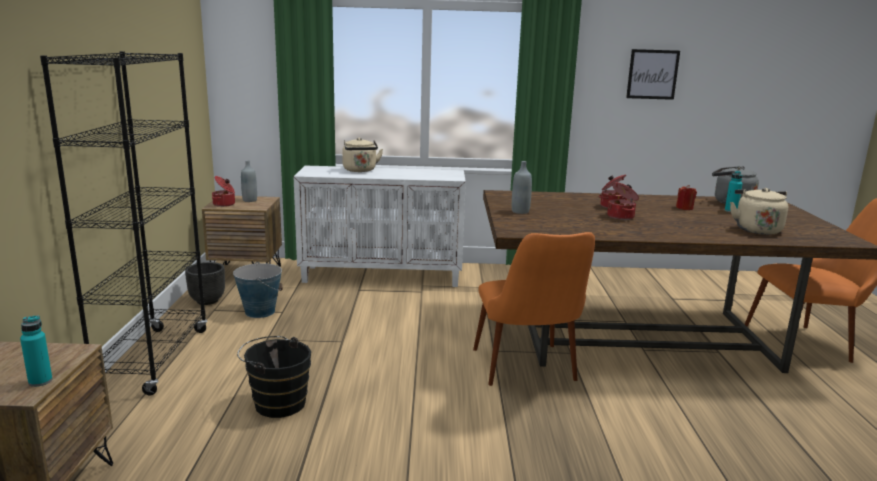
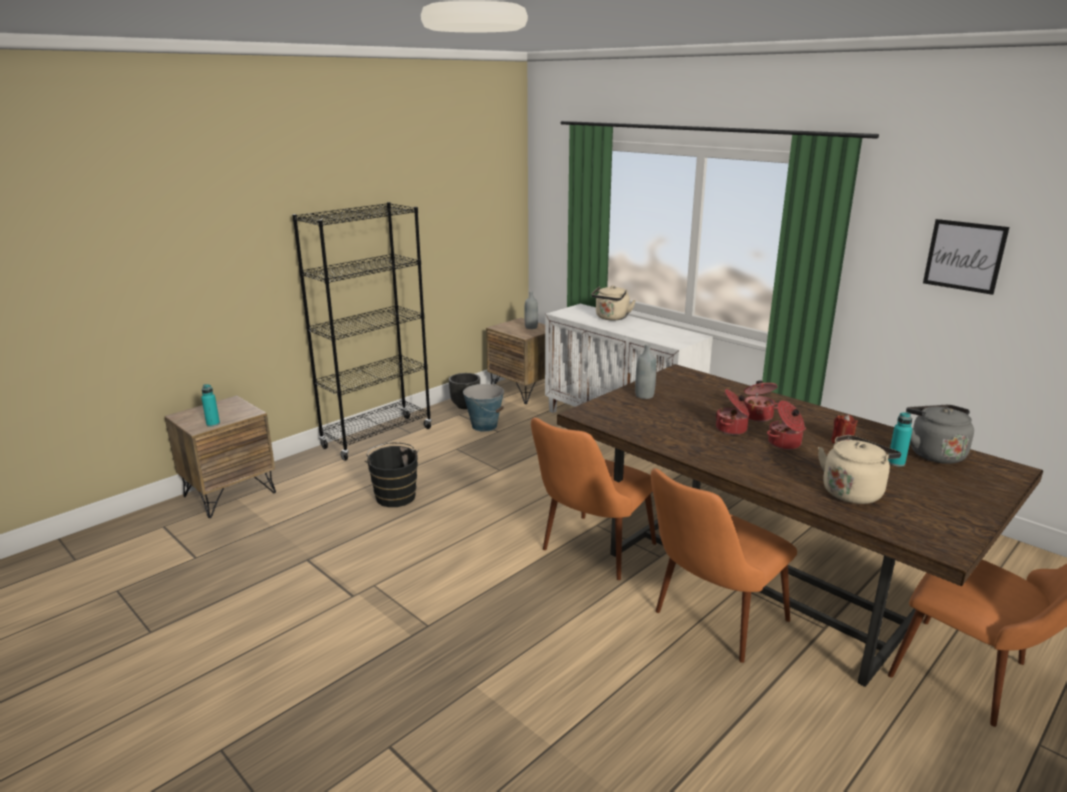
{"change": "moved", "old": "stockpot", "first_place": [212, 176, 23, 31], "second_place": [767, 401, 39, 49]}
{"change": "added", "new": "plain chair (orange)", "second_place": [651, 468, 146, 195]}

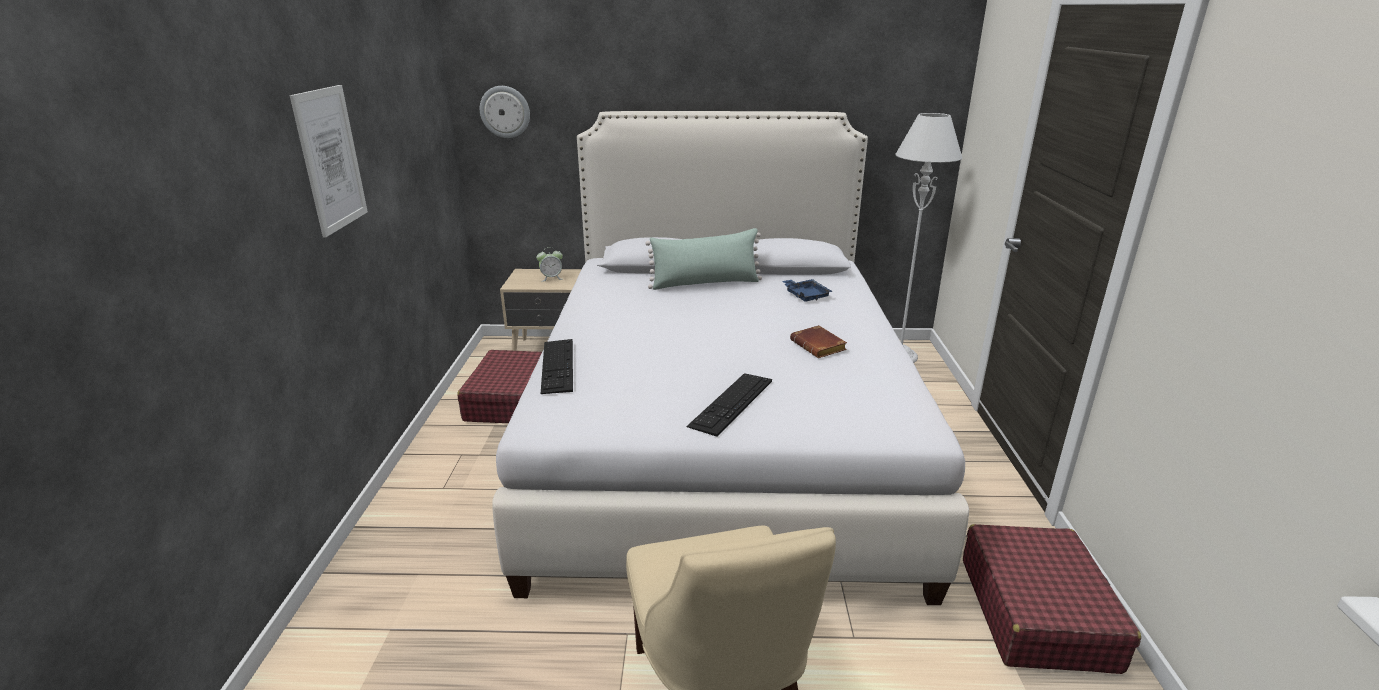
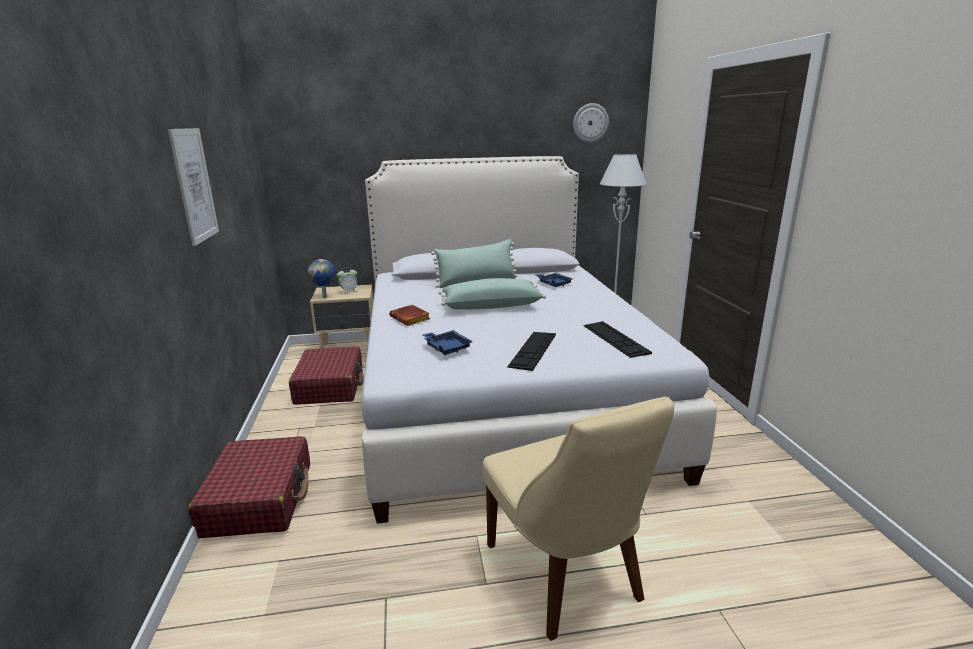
{"change": "moved", "old": "clock on the wall", "first_place": [480, 86, 50, 52], "second_place": [573, 103, 36, 40]}
{"change": "moved", "old": "volume (brownish)", "first_place": [790, 325, 57, 33], "second_place": [389, 305, 41, 21]}
{"change": "moved", "old": "PC keyboard", "first_place": [541, 339, 32, 55], "second_place": [583, 321, 69, 37]}
{"change": "moved", "old": "travel case (red-coloured)", "first_place": [963, 524, 178, 150], "second_place": [188, 436, 122, 102]}
{"change": "added", "new": "world globe", "second_place": [308, 259, 28, 39]}
{"change": "added", "new": "throw pillow (green)", "second_place": [439, 278, 107, 32]}
{"change": "added", "new": "carrying tray (blue)", "second_place": [423, 330, 50, 25]}

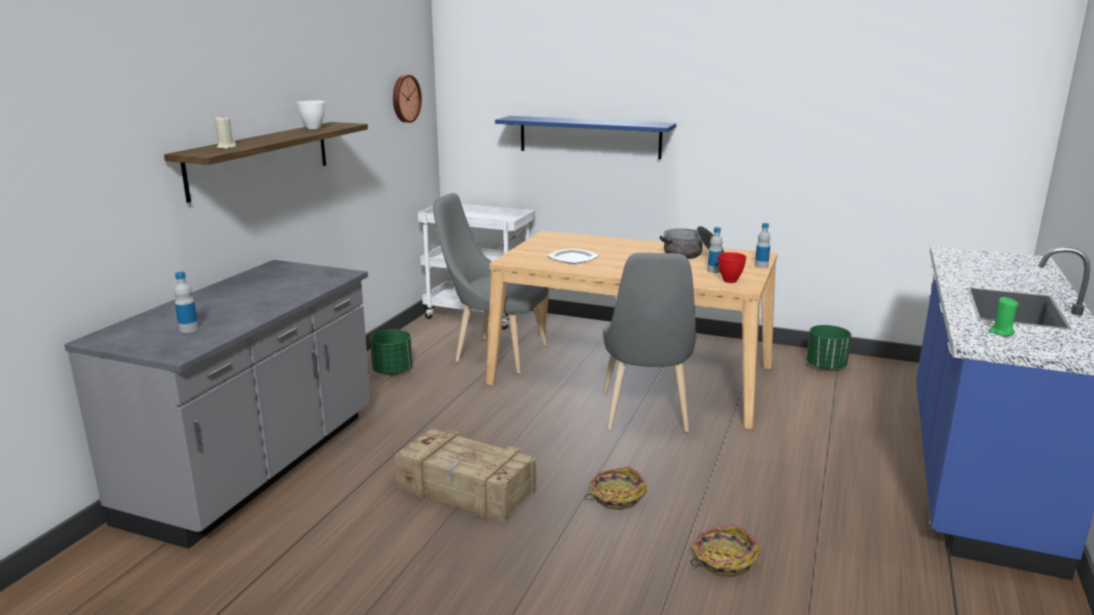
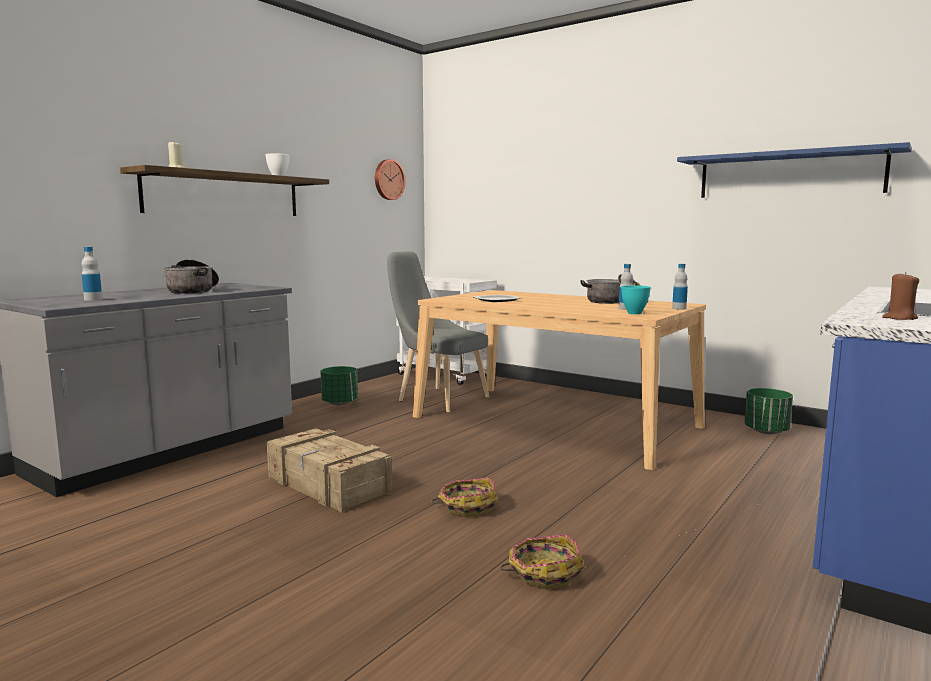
{"change": "moved", "old": "shelf (blue)", "first_place": [495, 116, 181, 43], "second_place": [677, 142, 235, 56]}
{"change": "recoloured", "old": "bowl (red-coloured)", "new": "bowl (turquoise-coloured)", "first_place": [718, 252, 28, 31], "second_place": [621, 285, 30, 29]}
{"change": "removed", "old": "plain chair (gray)", "first_place": [603, 253, 94, 179]}
{"change": "recoloured", "old": "wax light (green)", "new": "wax light (brownish)", "first_place": [989, 297, 30, 39], "second_place": [882, 272, 37, 48]}
{"change": "added", "new": "stockpot", "second_place": [164, 259, 55, 34]}

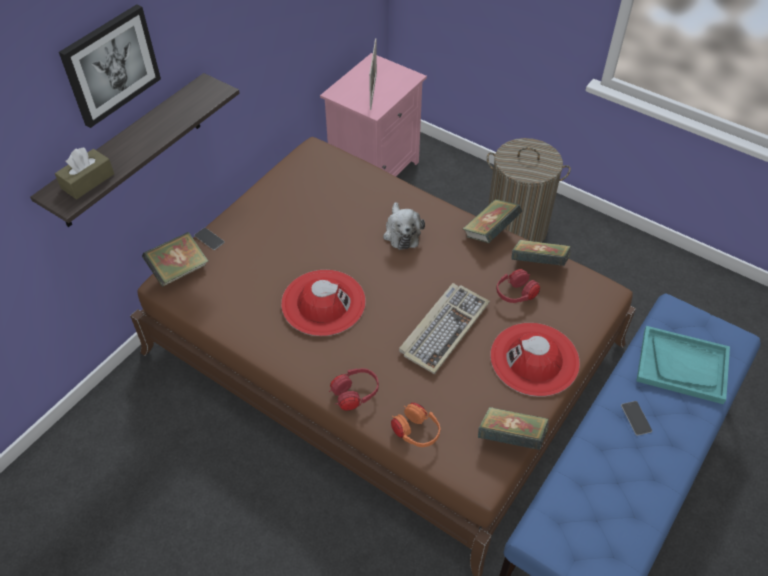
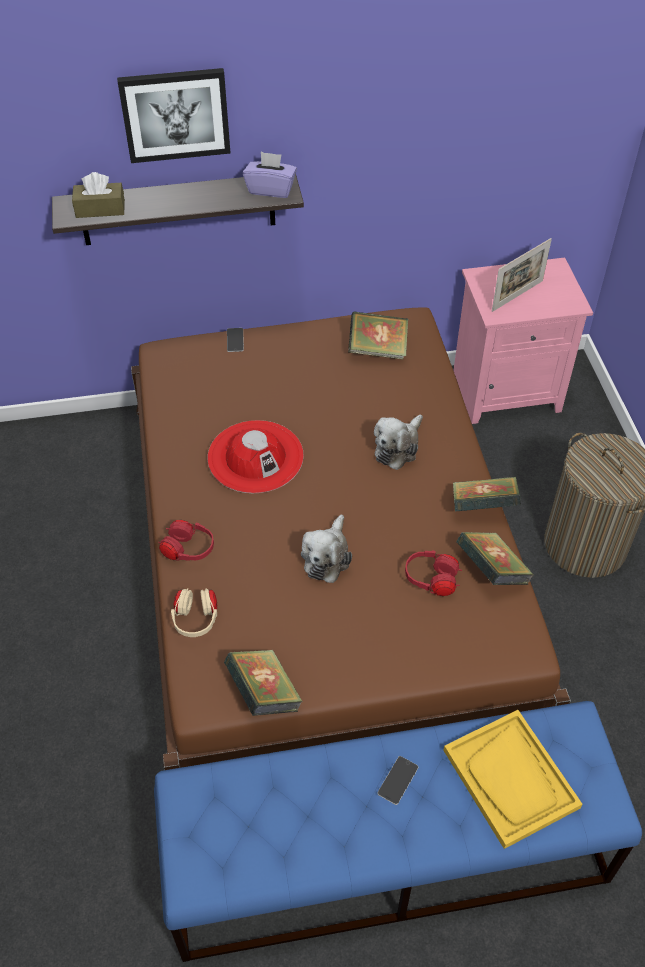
{"change": "moved", "old": "volume", "first_place": [142, 232, 66, 55], "second_place": [348, 311, 60, 49]}
{"change": "replaced", "old": "PC keyboard", "new": "plush toy", "first_place": [399, 283, 91, 91], "second_place": [301, 514, 51, 69]}
{"change": "removed", "old": "hat (red-coloured)", "first_place": [490, 323, 90, 74]}
{"change": "recoloured", "old": "carrying tray (turquoise-coloured)", "new": "carrying tray (yellowish)", "first_place": [636, 326, 94, 78], "second_place": [443, 710, 139, 139]}
{"change": "recoloured", "old": "headset (orange)", "new": "headset (beige-coloured)", "first_place": [391, 403, 50, 44], "second_place": [171, 588, 46, 49]}
{"change": "added", "new": "tissue box (purplish)", "second_place": [243, 152, 54, 46]}

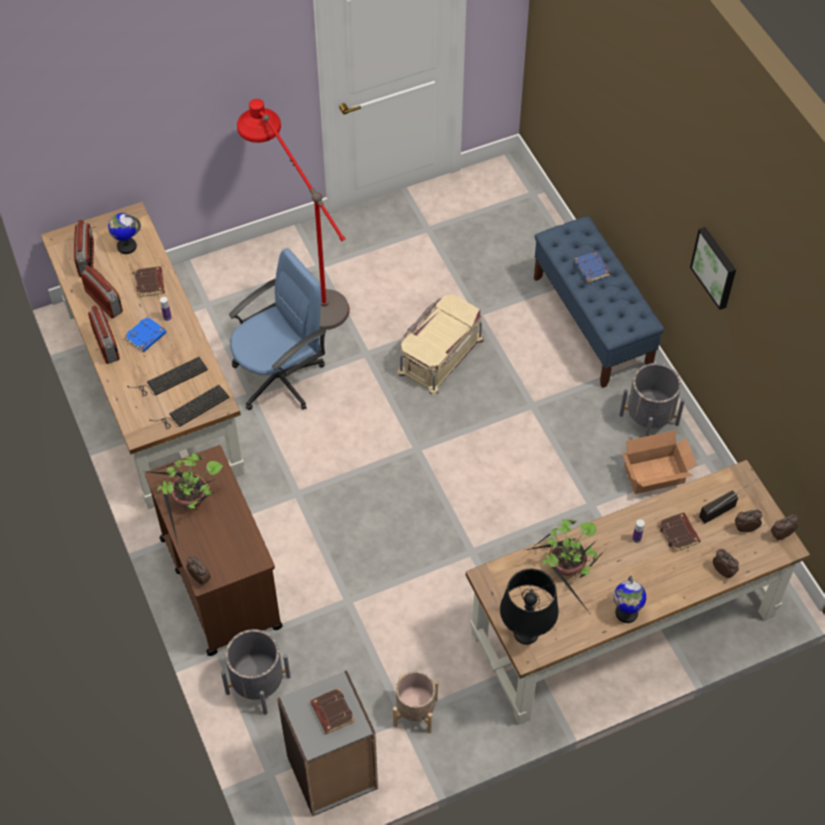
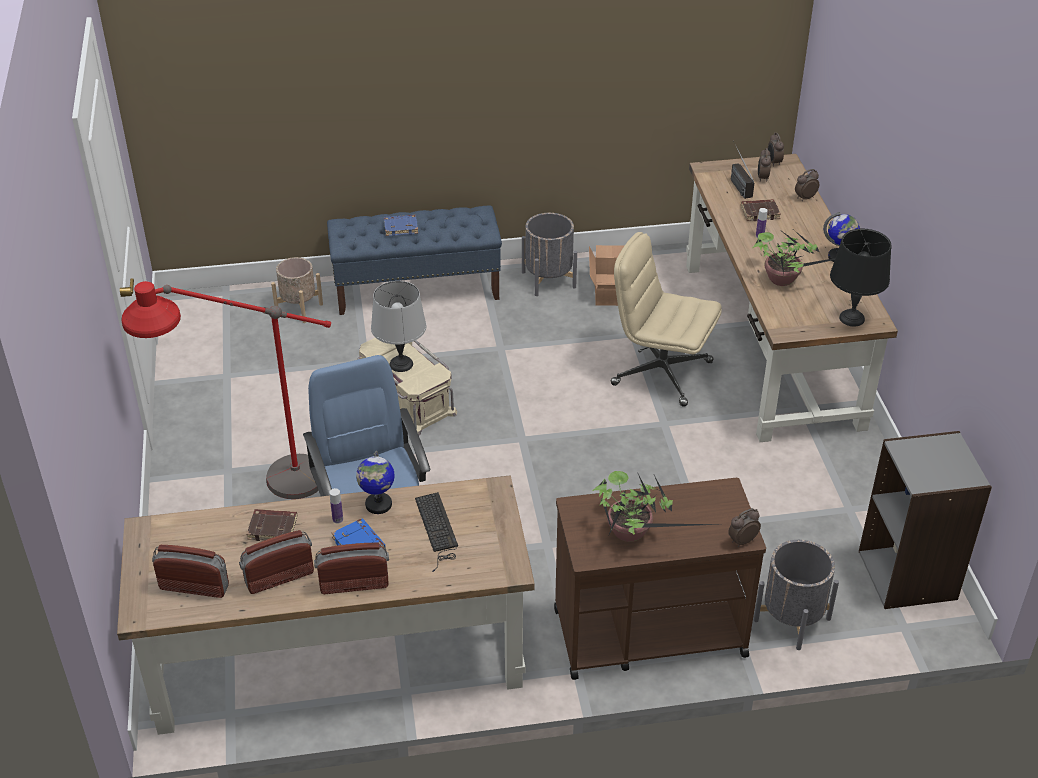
{"change": "moved", "old": "world globe", "first_place": [108, 213, 33, 41], "second_place": [356, 451, 39, 63]}
{"change": "removed", "old": "wall picture", "first_place": [690, 227, 46, 83]}
{"change": "removed", "old": "PC keyboard", "first_place": [149, 385, 81, 44]}
{"change": "moved", "old": "flower pot (beige-coloured)", "first_place": [393, 671, 45, 62], "second_place": [271, 257, 52, 66]}
{"change": "removed", "old": "volume (brownish)", "first_place": [310, 688, 45, 46]}
{"change": "added", "new": "desk chair (beige-coloured)", "second_place": [611, 232, 111, 175]}
{"change": "added", "new": "table lamp (gray)", "second_place": [371, 281, 55, 91]}

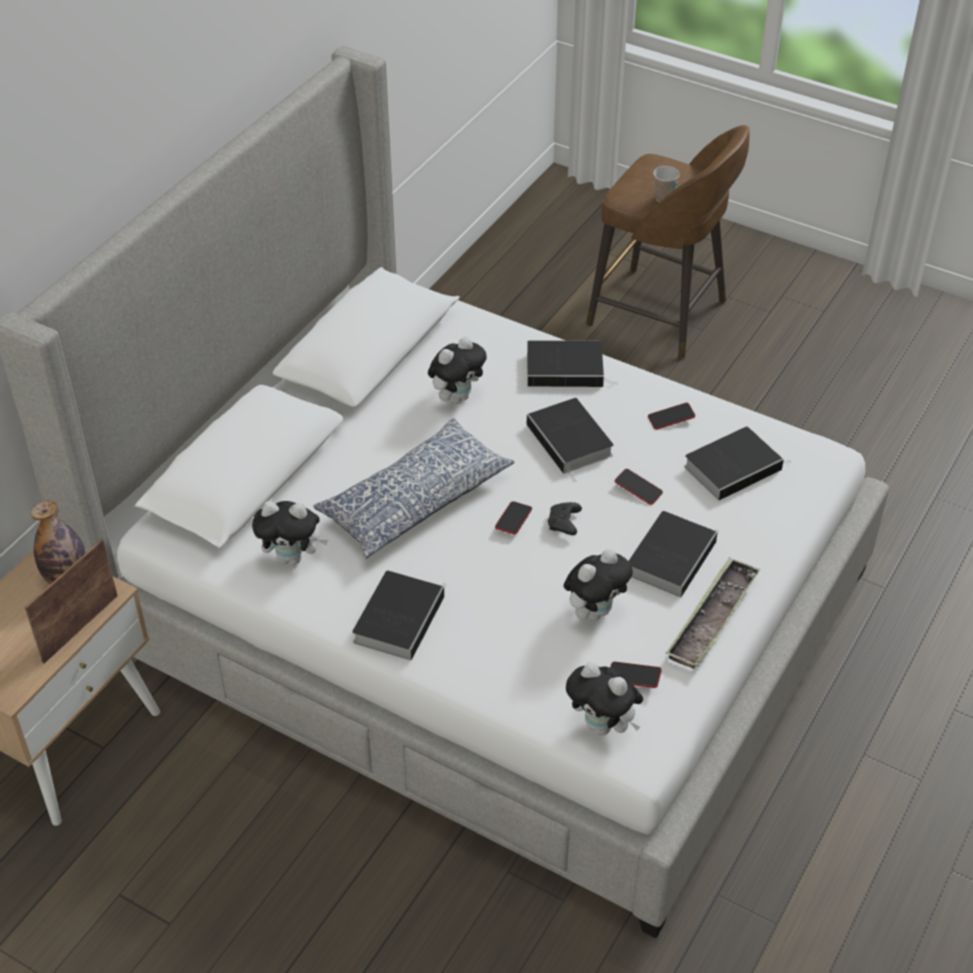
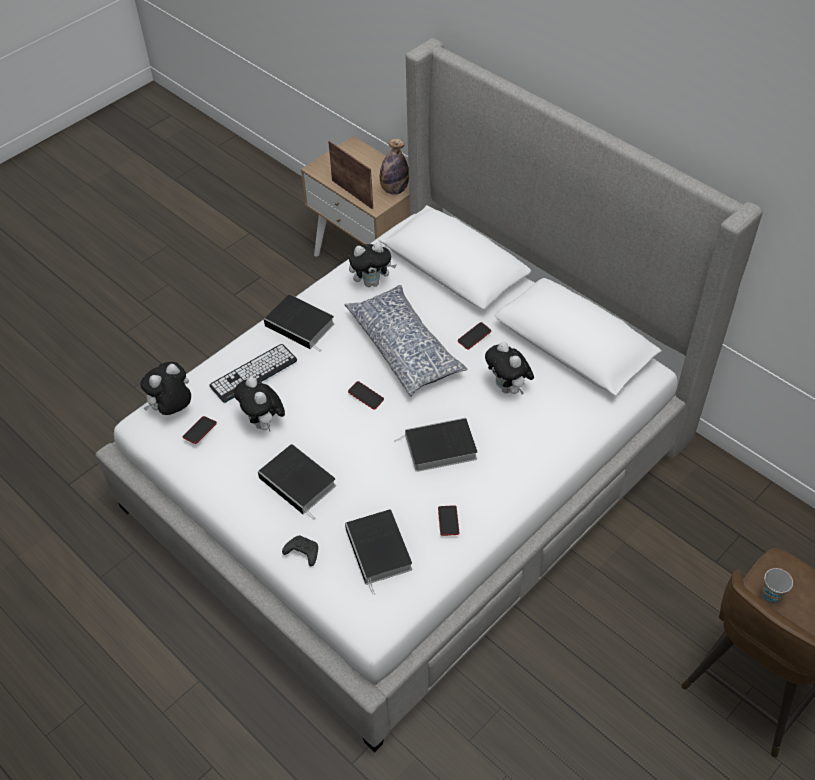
{"change": "removed", "old": "volume", "first_place": [527, 340, 91, 47]}
{"change": "moved", "old": "phone", "first_place": [615, 469, 48, 36], "second_place": [458, 322, 33, 28]}
{"change": "turned", "old": "plush toy", "first_place": [252, 501, 76, 64], "second_place": [349, 242, 48, 45], "degrees": -120}
{"change": "moved", "old": "game controller (black)", "first_place": [548, 502, 34, 33], "second_place": [282, 536, 36, 30]}
{"change": "removed", "old": "carrying tray", "first_place": [666, 557, 94, 112]}
{"change": "added", "new": "PC keyboard", "second_place": [209, 344, 88, 59]}

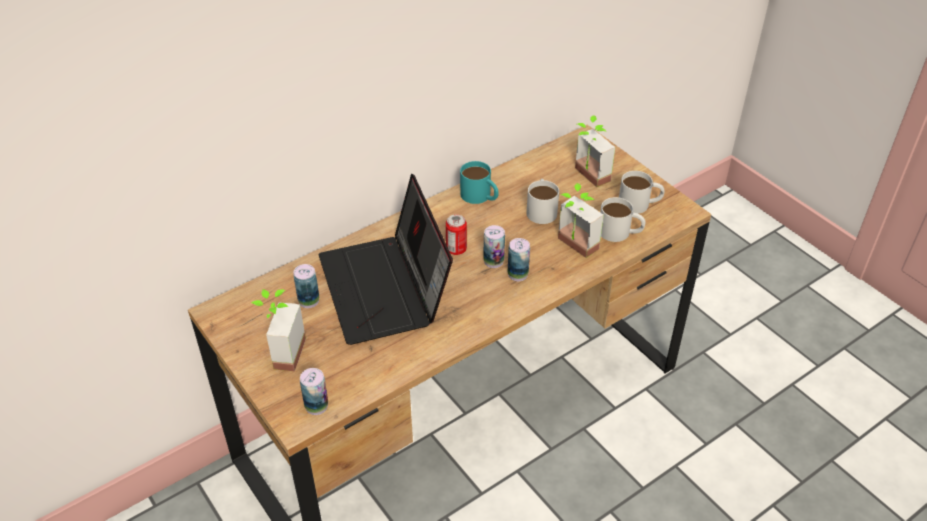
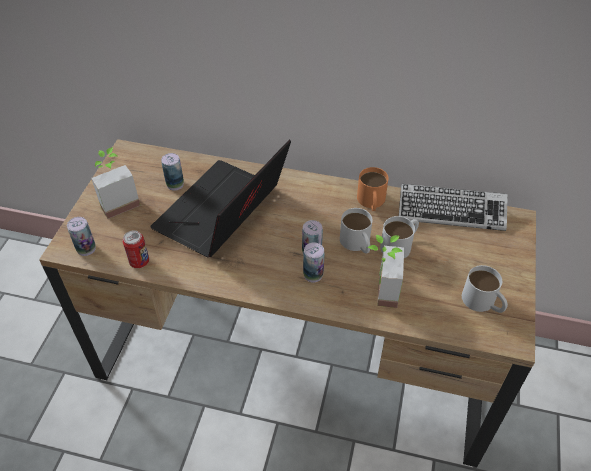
{"change": "removed", "old": "plant in a pot", "first_place": [575, 115, 40, 72]}
{"change": "recoloured", "old": "mug (turquoise-coloured)", "new": "mug (orange)", "first_place": [460, 161, 39, 43], "second_place": [357, 167, 32, 44]}
{"change": "moved", "old": "mug (white-coloured)", "first_place": [600, 197, 46, 45], "second_place": [340, 208, 33, 46]}
{"change": "moved", "old": "metal can", "first_place": [446, 214, 21, 41], "second_place": [122, 230, 27, 38]}
{"change": "added", "new": "PC keyboard", "second_place": [399, 184, 109, 47]}

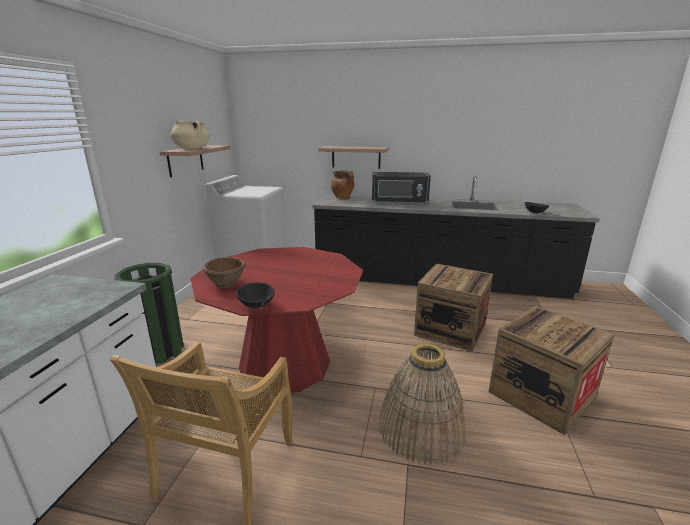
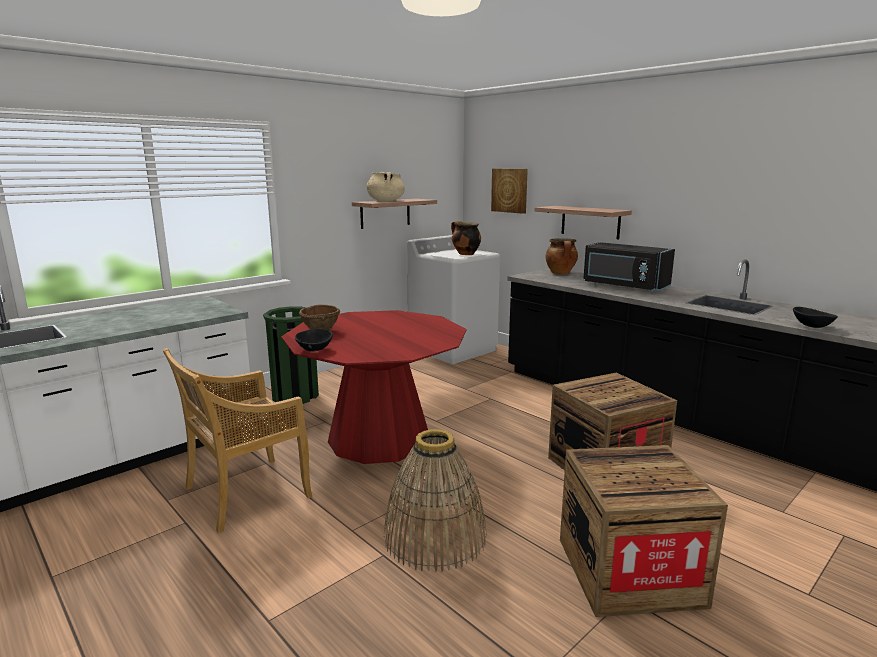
{"change": "added", "new": "wall picture", "second_place": [491, 169, 37, 45]}
{"change": "added", "new": "stockpot", "second_place": [451, 221, 30, 34]}

